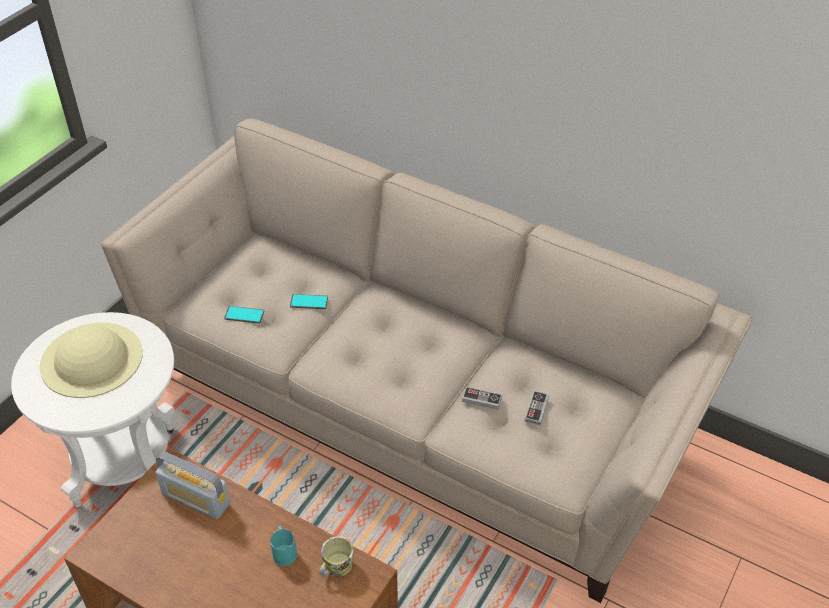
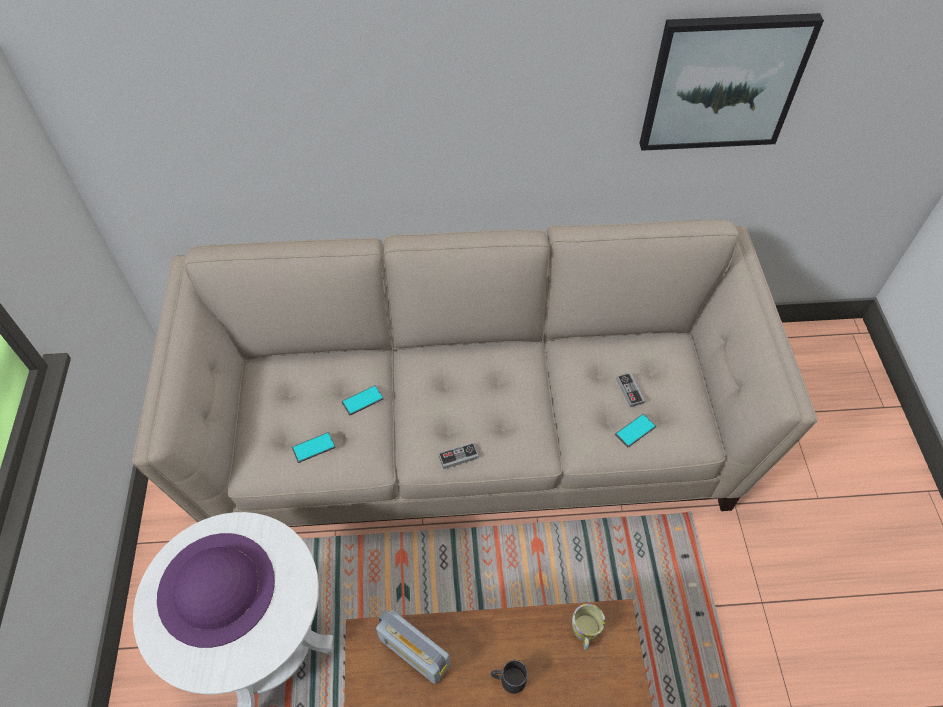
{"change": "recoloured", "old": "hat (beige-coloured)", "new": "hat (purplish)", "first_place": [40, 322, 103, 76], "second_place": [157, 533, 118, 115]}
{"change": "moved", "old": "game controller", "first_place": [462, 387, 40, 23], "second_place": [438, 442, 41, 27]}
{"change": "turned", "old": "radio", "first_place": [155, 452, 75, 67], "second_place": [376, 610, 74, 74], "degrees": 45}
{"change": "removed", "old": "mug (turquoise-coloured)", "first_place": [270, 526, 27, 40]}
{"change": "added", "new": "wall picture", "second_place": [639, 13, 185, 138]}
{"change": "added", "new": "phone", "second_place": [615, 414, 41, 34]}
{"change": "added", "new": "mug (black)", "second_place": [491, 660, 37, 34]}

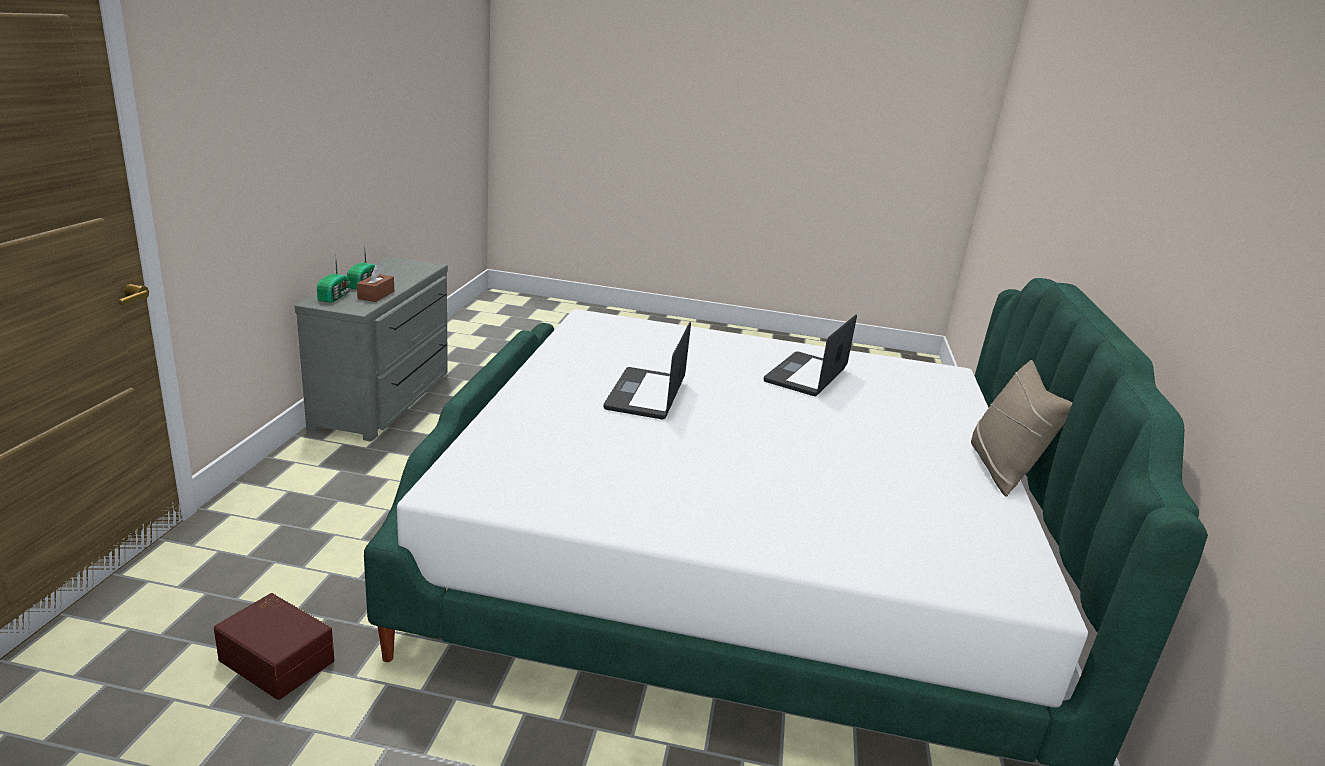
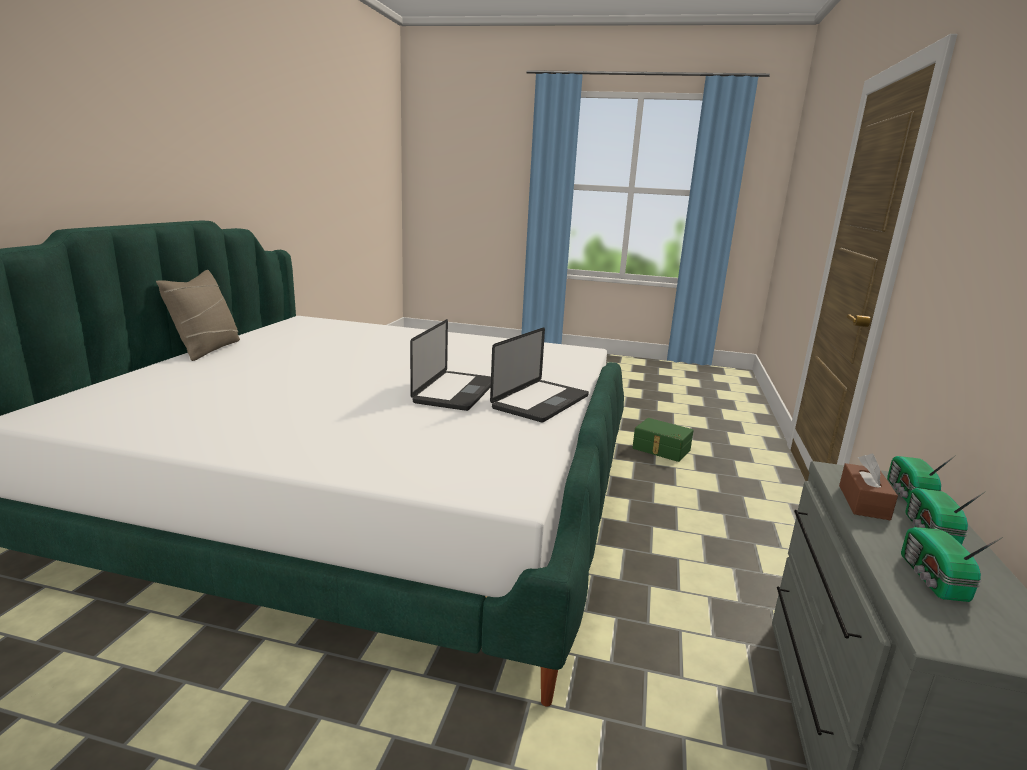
{"change": "moved", "old": "laptop", "first_place": [764, 314, 93, 82], "second_place": [490, 327, 99, 95]}
{"change": "recoloured", "old": "storage bin (brownish)", "new": "storage bin (green)", "first_place": [214, 593, 120, 107], "second_place": [632, 418, 62, 44]}
{"change": "added", "new": "radio", "second_place": [901, 527, 102, 75]}

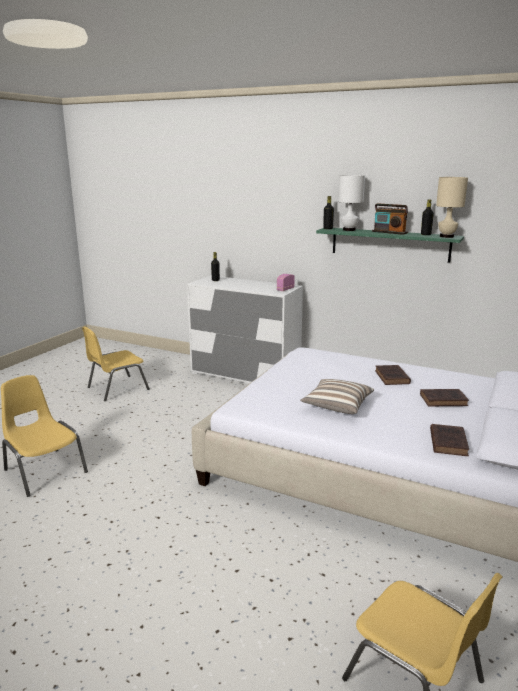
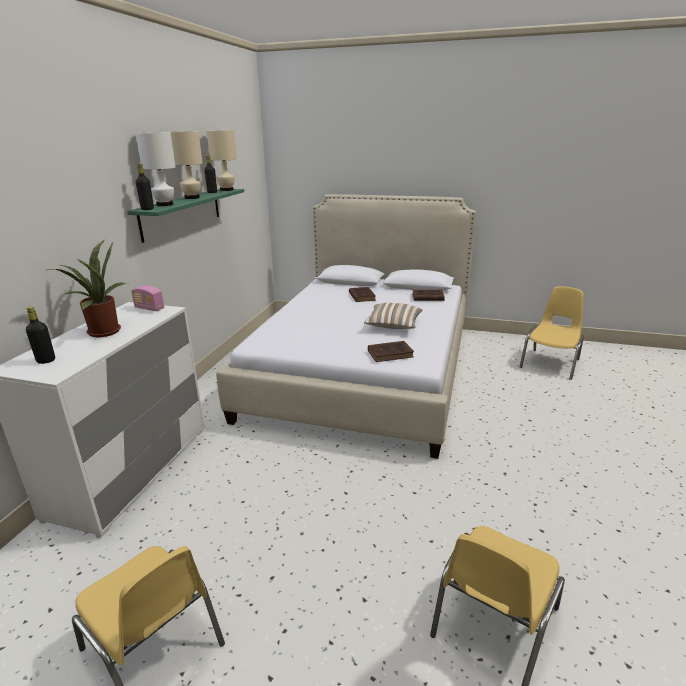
{"change": "replaced", "old": "radio", "new": "table lamp (beige-coloured)", "first_place": [372, 203, 36, 32], "second_place": [171, 131, 32, 68]}
{"change": "moved", "old": "volume (brownish)", "first_place": [375, 365, 36, 20], "second_place": [368, 341, 46, 21]}
{"change": "added", "new": "plant in a pot", "second_place": [48, 239, 80, 98]}

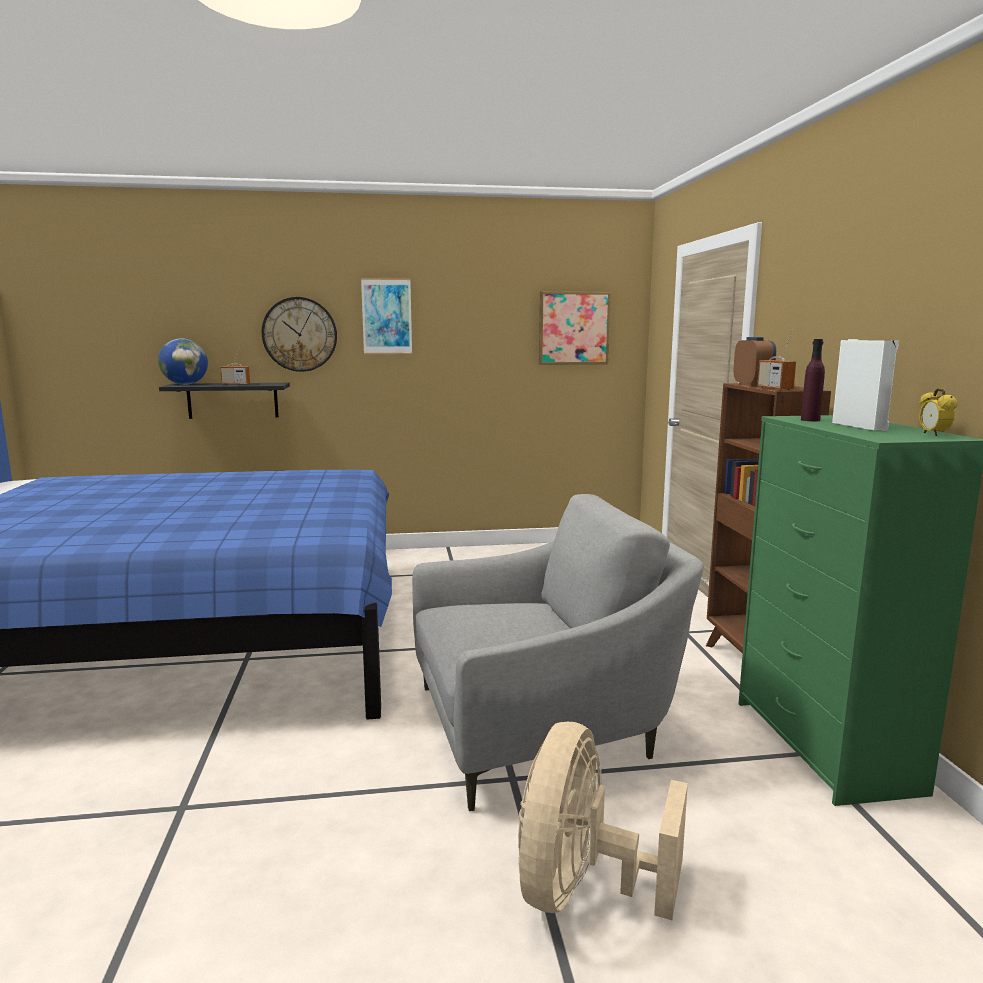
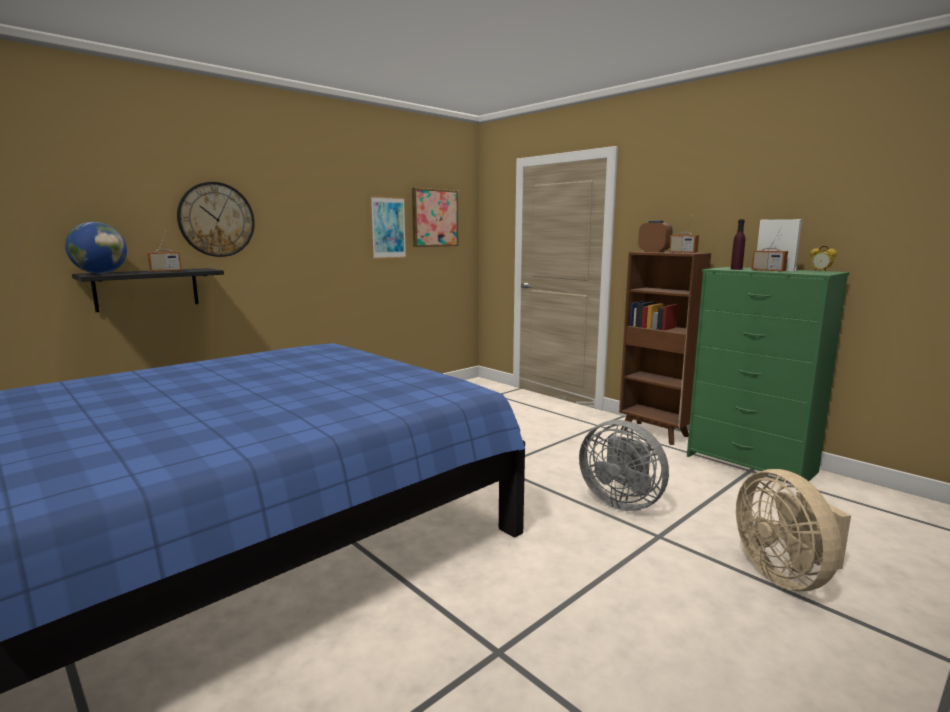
{"change": "moved", "old": "wall picture", "first_place": [361, 278, 51, 76], "second_place": [371, 196, 35, 63]}
{"change": "replaced", "old": "easy chair (gray)", "new": "cooling fan (gray)", "first_place": [412, 494, 292, 317], "second_place": [579, 420, 90, 91]}
{"change": "added", "new": "radio", "second_place": [752, 232, 36, 40]}

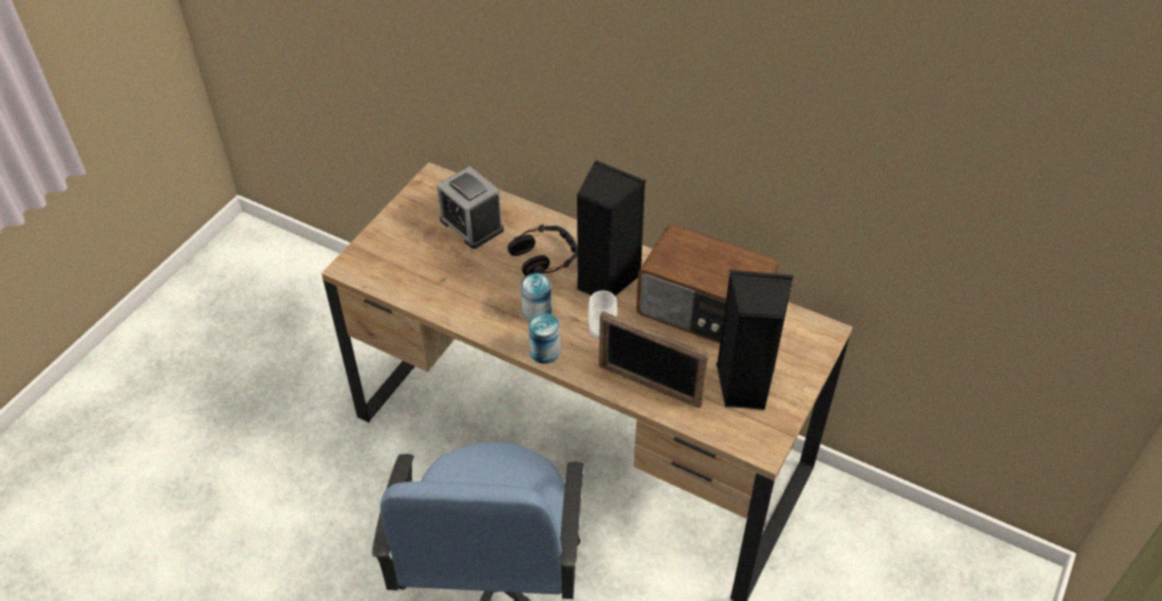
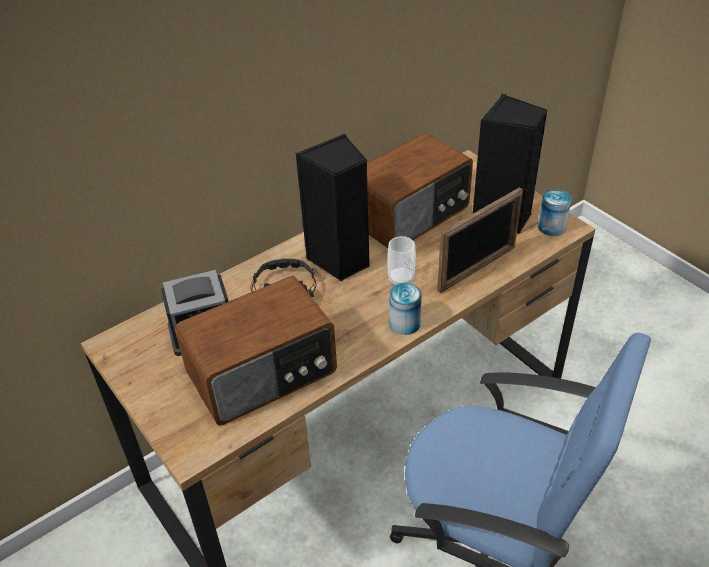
{"change": "moved", "old": "metal can", "first_place": [521, 273, 31, 48], "second_place": [538, 189, 34, 47]}
{"change": "added", "new": "radio", "second_place": [175, 276, 162, 150]}

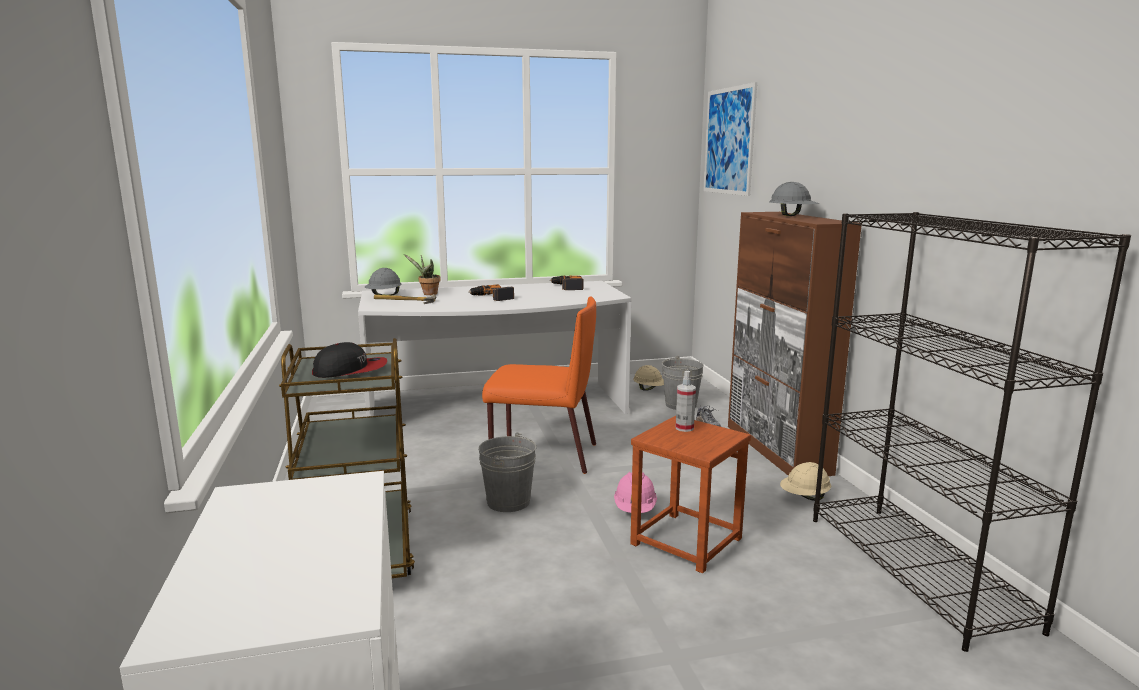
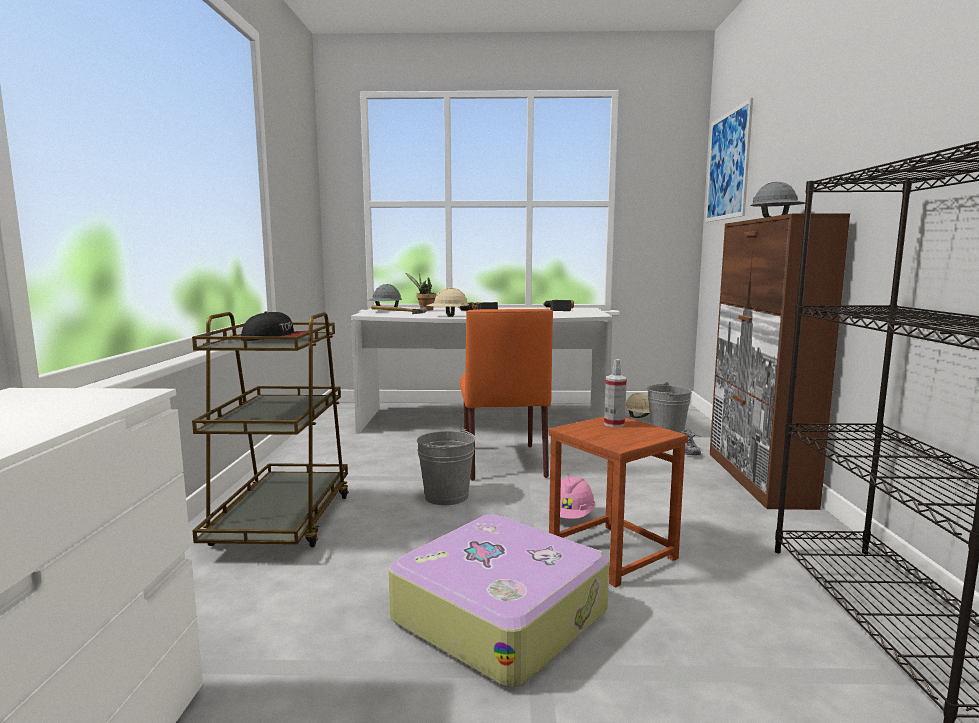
{"change": "turned", "old": "plain chair (orange)", "first_place": [482, 296, 114, 178], "second_place": [460, 309, 93, 172], "degrees": 60}
{"change": "moved", "old": "work helmet (beige-coloured)", "first_place": [780, 462, 51, 39], "second_place": [426, 287, 43, 30]}
{"change": "added", "new": "travel case", "second_place": [388, 514, 221, 174]}

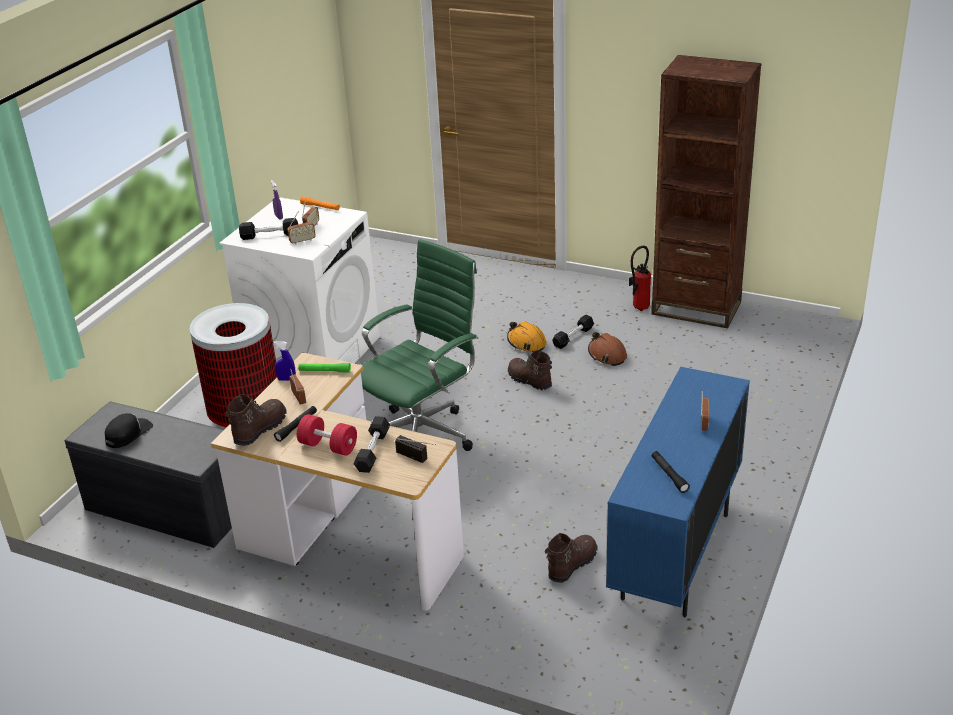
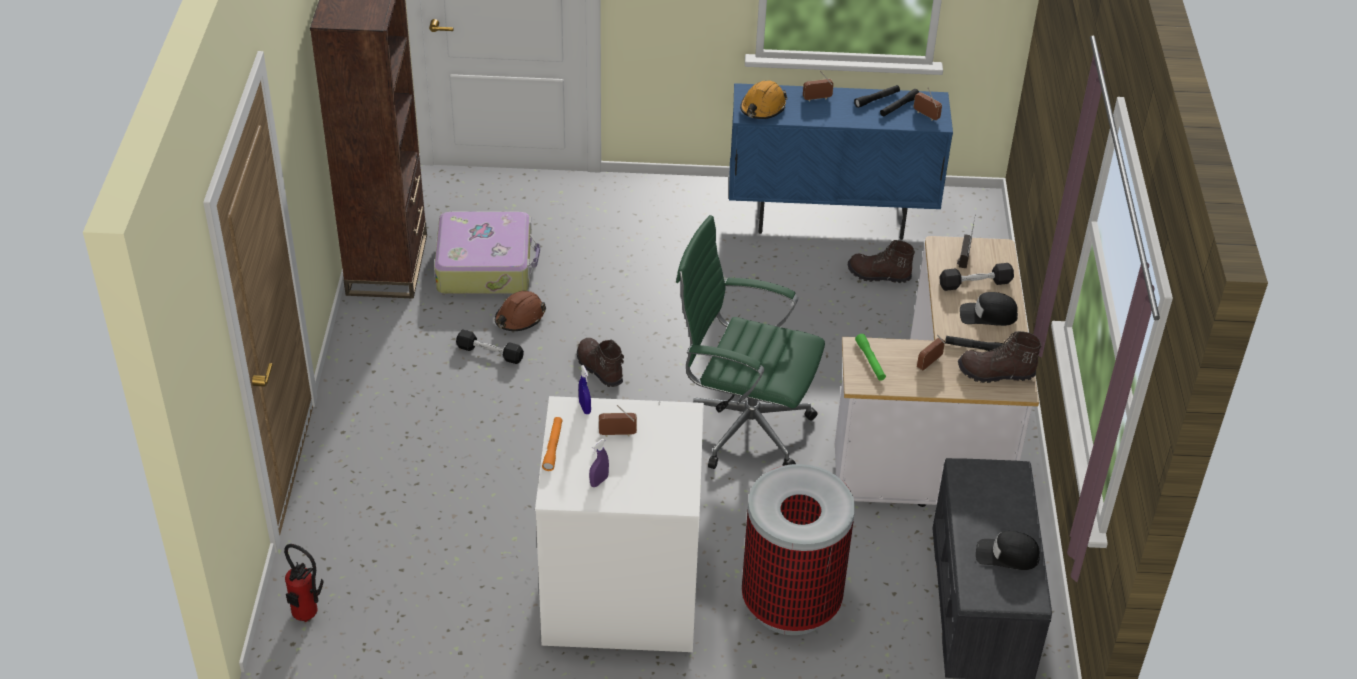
{"change": "moved", "old": "radio", "first_place": [287, 211, 29, 33], "second_place": [914, 87, 28, 34]}
{"change": "removed", "old": "hand weight (black)", "first_place": [239, 218, 59, 22]}
{"change": "moved", "old": "extinguisher", "first_place": [629, 246, 22, 65], "second_place": [284, 544, 39, 78]}
{"change": "moved", "old": "work helmet (orange)", "first_place": [507, 321, 40, 31], "second_place": [740, 81, 47, 38]}
{"change": "moved", "old": "spray bottle (blue)", "first_place": [273, 341, 23, 40], "second_place": [579, 365, 12, 49]}
{"change": "turned", "old": "boot (brownish)", "first_place": [508, 350, 44, 40], "second_place": [577, 338, 47, 49], "degrees": 120}
{"change": "replaced", "old": "hand weight (red-coloured)", "new": "peaked cap (black)", "first_place": [297, 414, 60, 42], "second_place": [960, 292, 58, 34]}
{"change": "added", "new": "flashlight (black)", "second_place": [854, 85, 46, 23]}
{"change": "added", "new": "travel case", "second_place": [434, 212, 106, 82]}

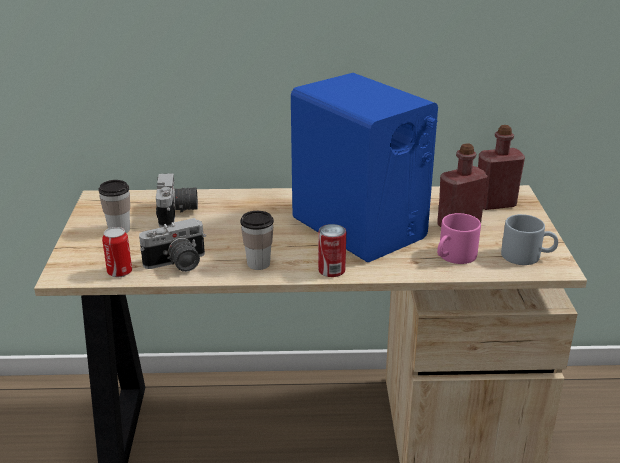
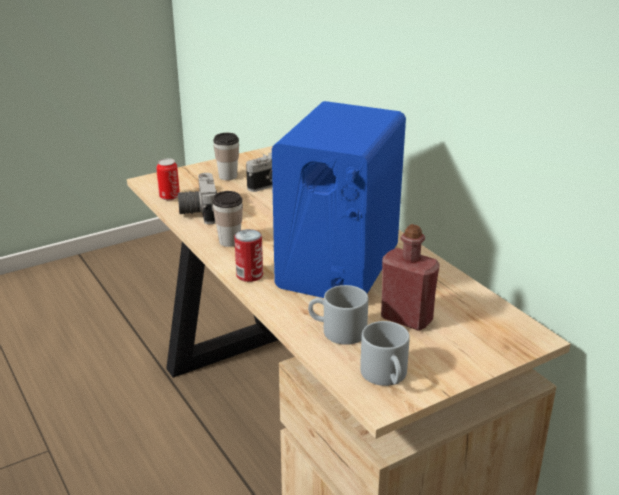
{"change": "removed", "old": "bottle (red-coloured)", "first_place": [478, 125, 47, 85]}
{"change": "recoloured", "old": "mug (pink-coloured)", "new": "mug (gray)", "first_place": [437, 213, 44, 51], "second_place": [308, 285, 60, 60]}
{"change": "turned", "old": "still camera", "first_place": [139, 218, 67, 54], "second_place": [178, 173, 39, 51], "degrees": 45}

